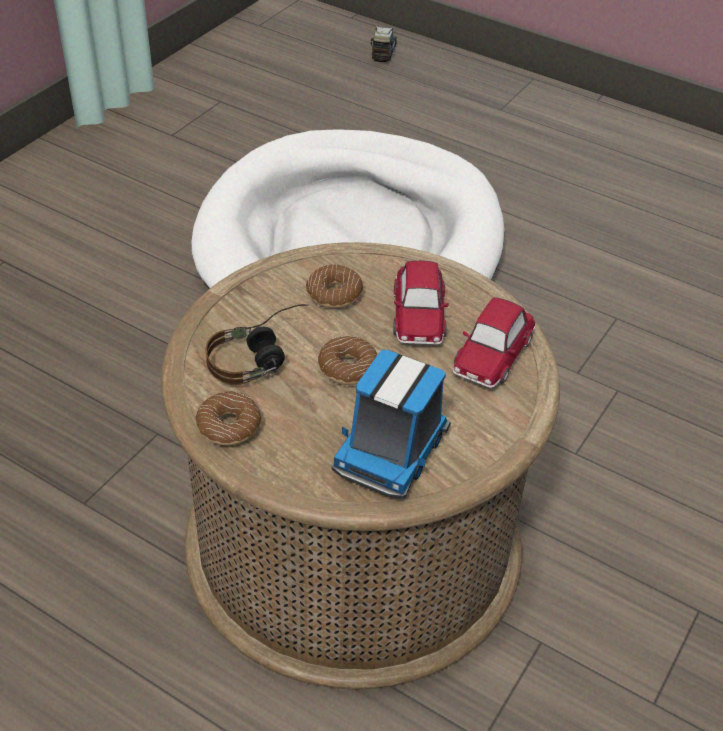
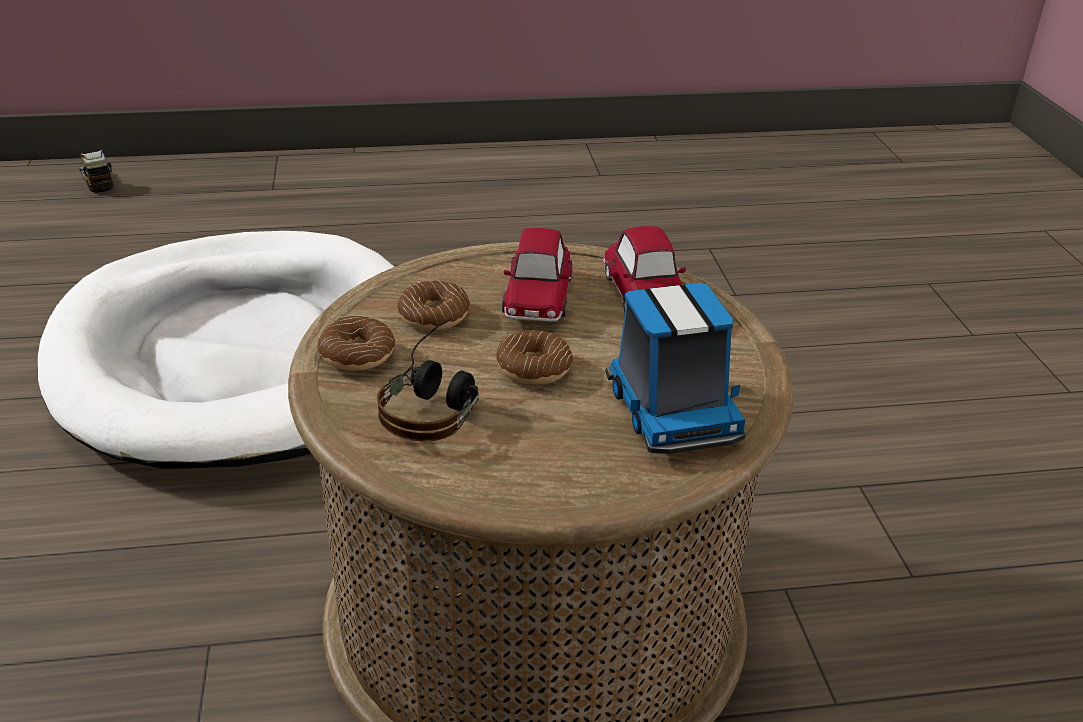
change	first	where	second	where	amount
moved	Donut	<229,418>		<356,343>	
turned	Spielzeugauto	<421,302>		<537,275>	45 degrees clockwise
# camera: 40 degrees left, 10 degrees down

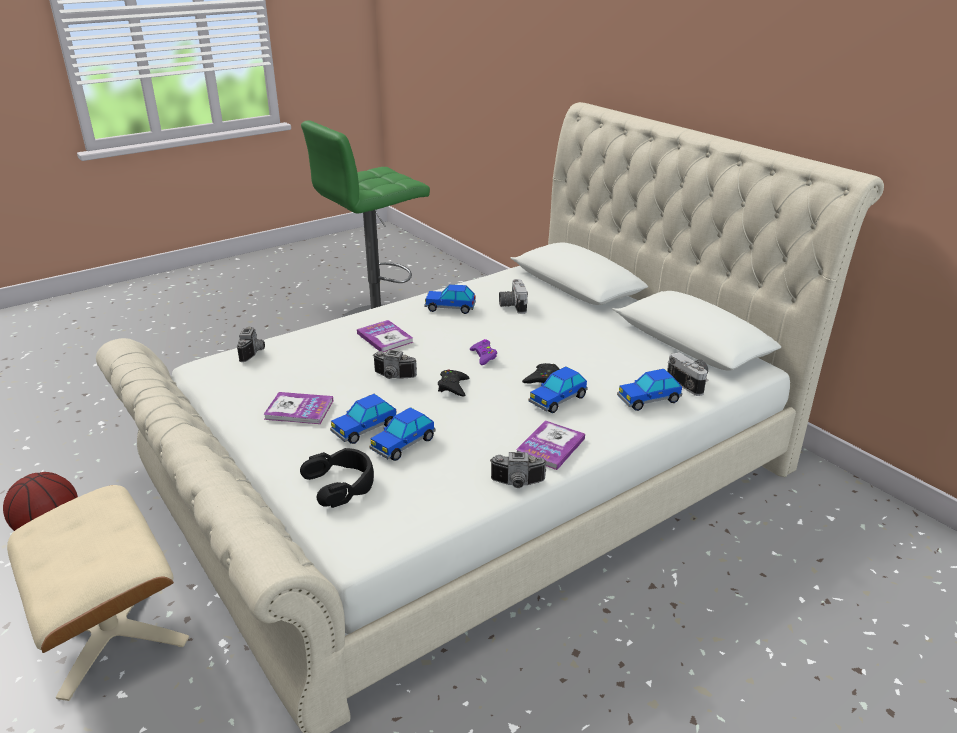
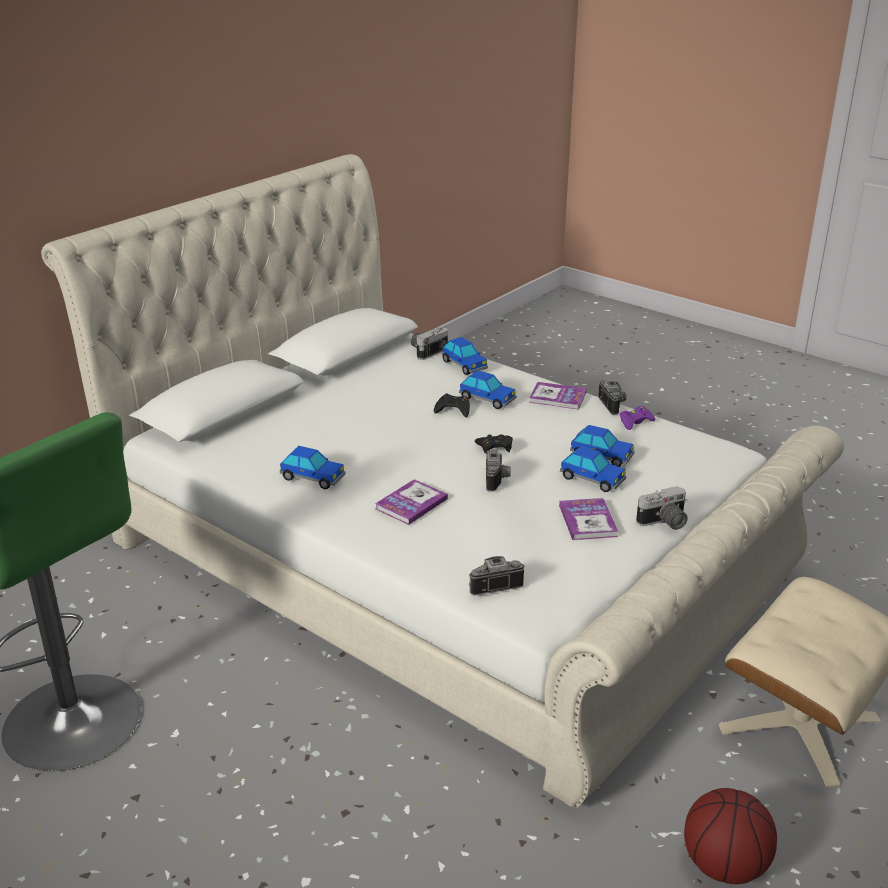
change	first	where	second	where	amount
removed	Kopfhörer/schwarz	<337,478>			
turned	Spielzeugauto	<450,299>		<313,467>	60 degrees counterclockwise
moved	Gamepad/lila	<483,352>		<637,418>	
moved	Kamera	<513,296>		<662,508>	
# camera: 105 degrees left, 0 degrees up

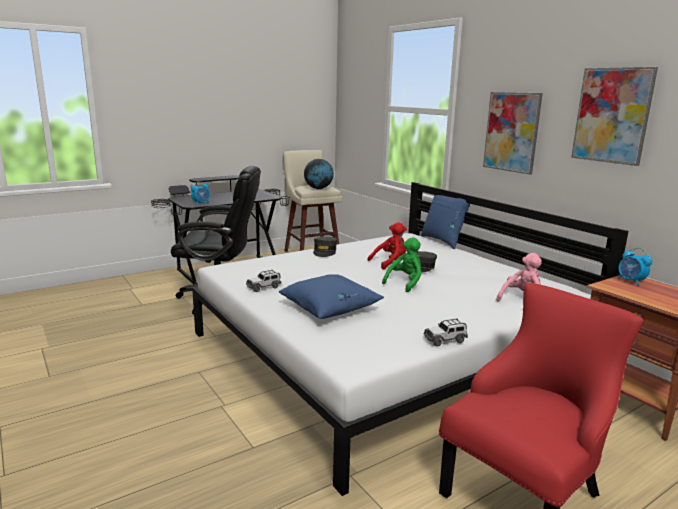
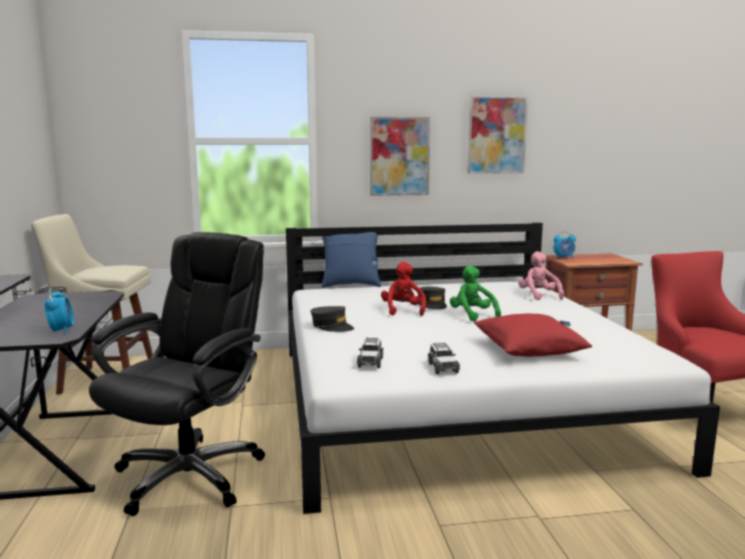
change	first	where	second	where	amount
recoloured	Kissen/blau	<331,296>	Kissen/rot	<533,335>	
removed	Globus	<319,174>			
moved	Spielzeugauto	<446,332>		<370,352>	
# camera: 65 degrees left, 5 degrees down

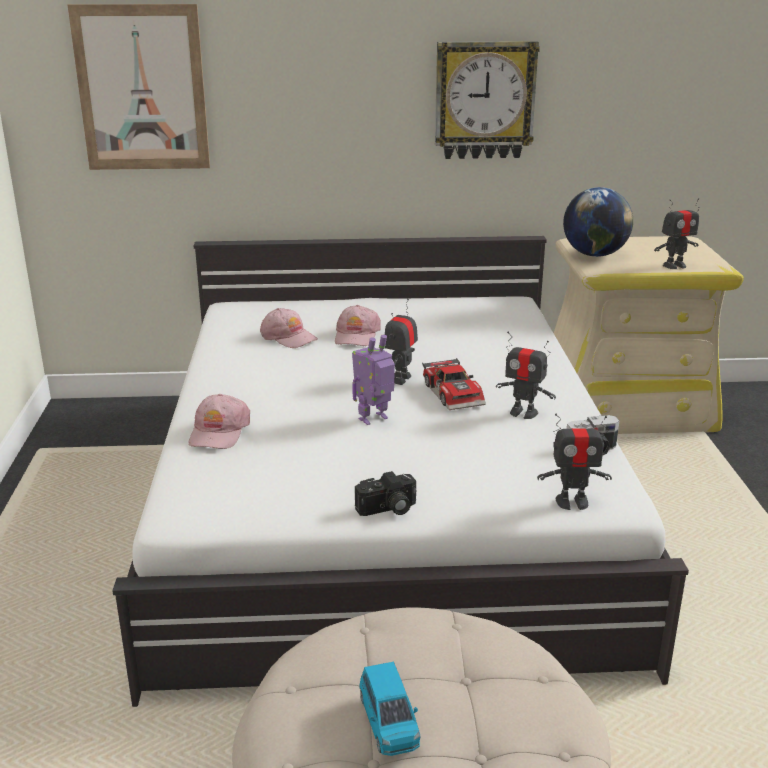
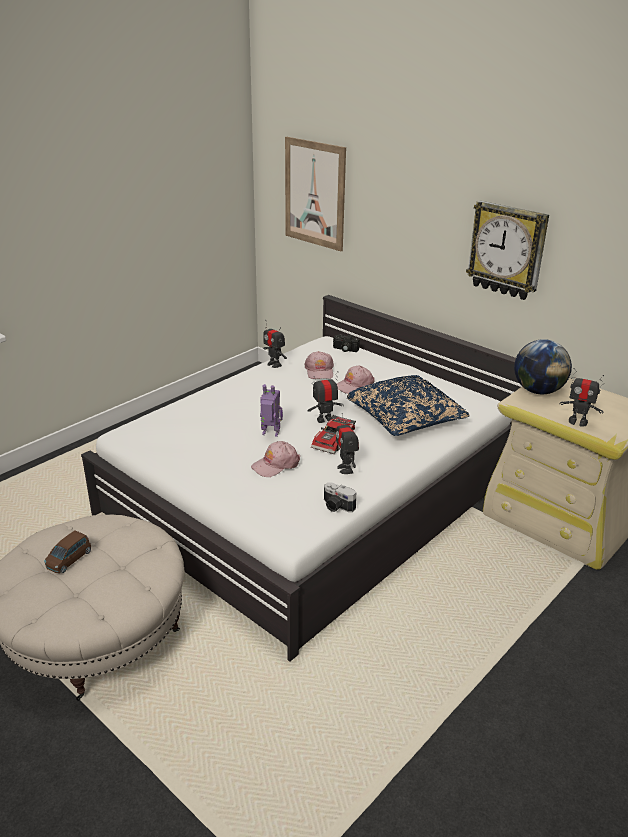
change	first	where	second	where	amount
moved	Kappe/rosa	<219,421>		<275,459>	
moved	Kamera	<385,493>		<346,343>	
recoloured	Spielzeugauto/blau	<390,709>	Spielzeugauto/braun	<67,551>	
moved	Spielzeugroboter	<574,462>		<275,344>	
added			Kissen/blau	<408,405>	
# camera: 45 degrees right, 5 degrees up

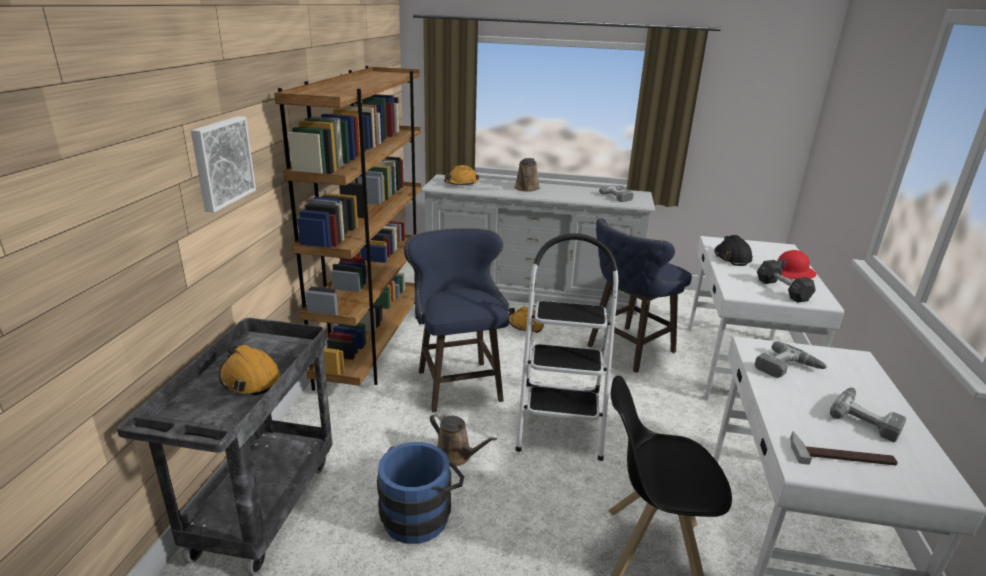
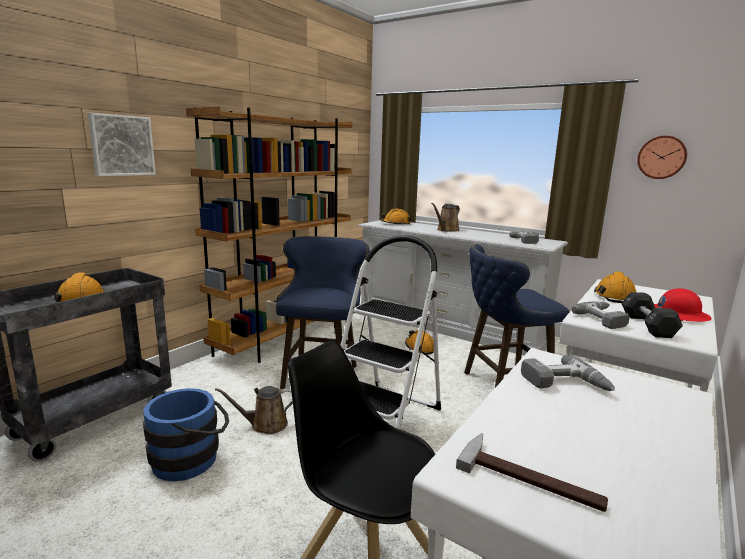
change	first	where	second	where	amount
turned	Gießkanne/braun	<463,439>		<254,410>	105 degrees clockwise
recoloured	Schutzhelm/schwarz	<733,250>	Schutzhelm/orange	<615,287>	
moved	Bohrmaschine	<868,415>		<600,315>	
added			Wanduhr	<662,157>	
# camera: 25 degrees right, 10 degrees down

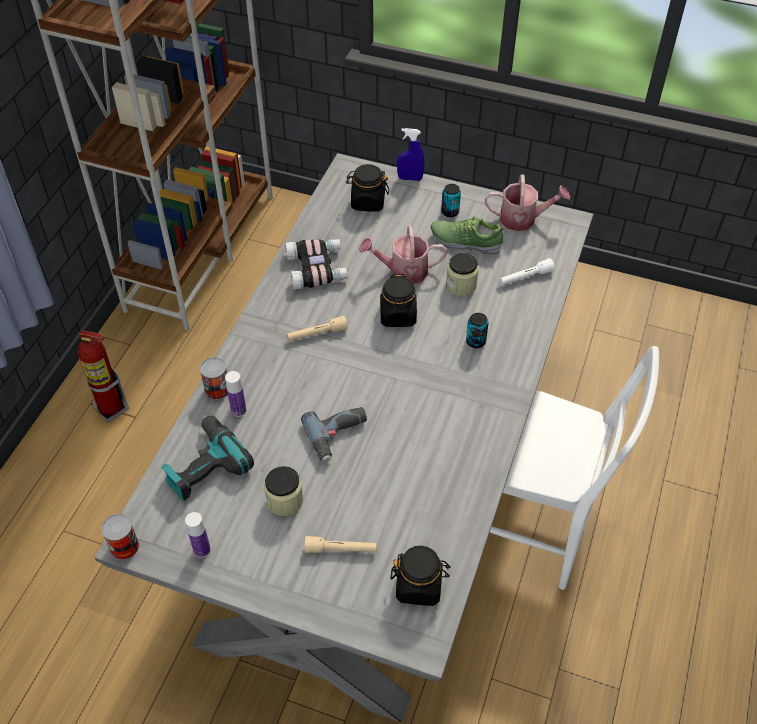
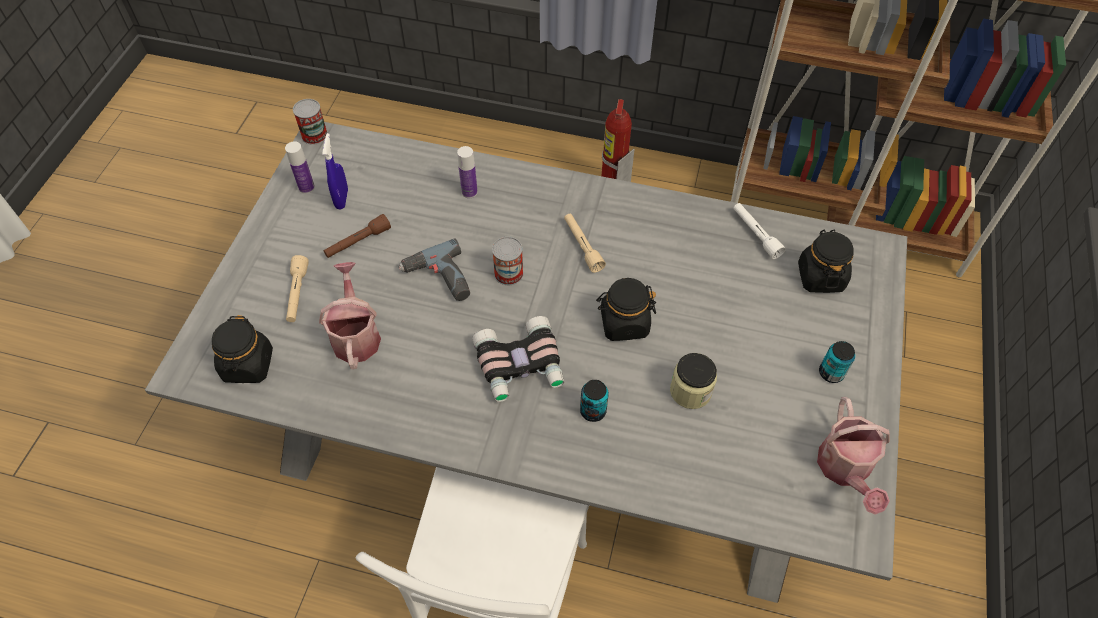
change	first	where	second	where	amount
removed	Bohrmaschine	<207,457>			
moved	Dose	<214,378>		<507,261>	
replaced	Vorratsglas	<283,491>	Taschenlampe/braun	<357,236>	
moved	Fernglas	<316,264>		<518,359>	
moved	Gießkanne	<403,255>		<350,315>	
moved	Sprühflasche/blau	<410,154>		<335,171>	
removed	Schuh	<468,235>			
moved	Taschenlampe/weiß	<527,271>		<759,231>	
# camera: 85 degrees right, 5 degrees up

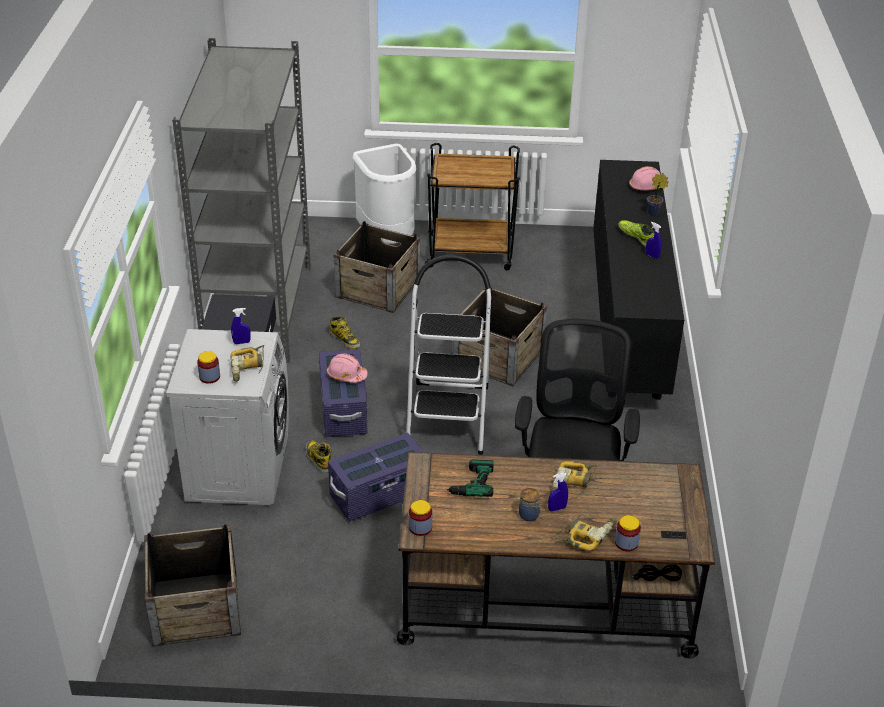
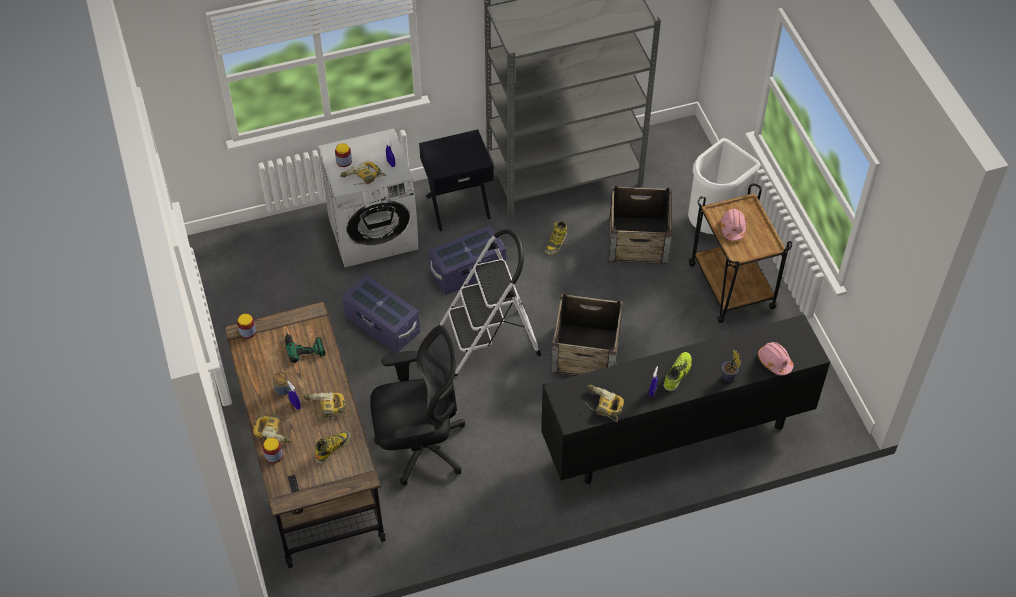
change	first	where	second	where	amount
removed	Kiste	<192,585>			
moved	Stiefel	<319,456>		<333,447>	
moved	Schutzhelm/rosa	<347,368>		<733,225>	
added			Bohrmaschine	<605,403>	
# camera: 70 degrees right, 15 degrees up

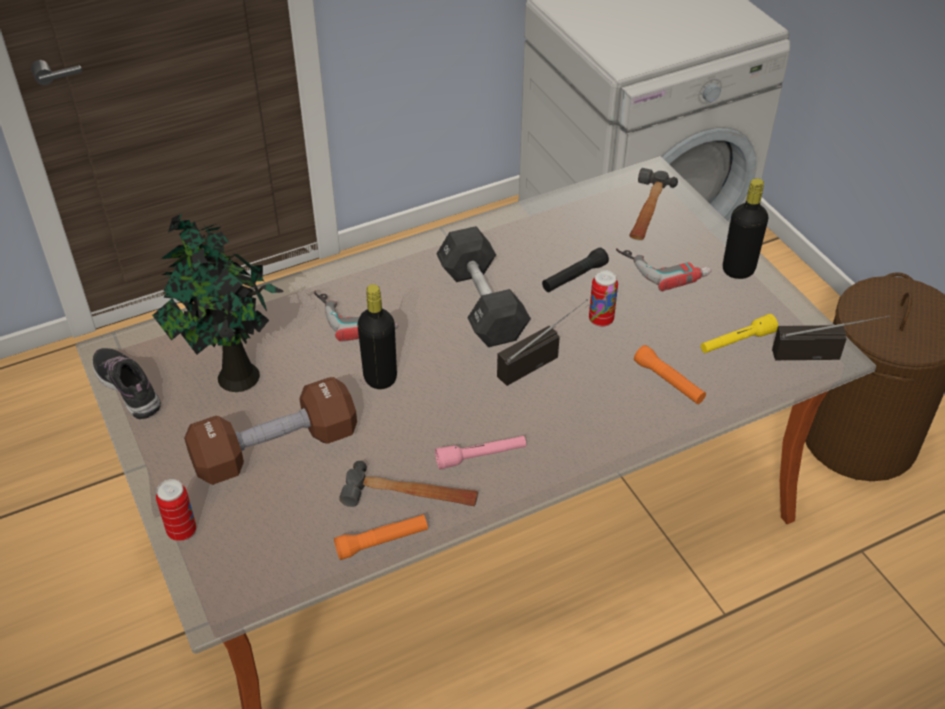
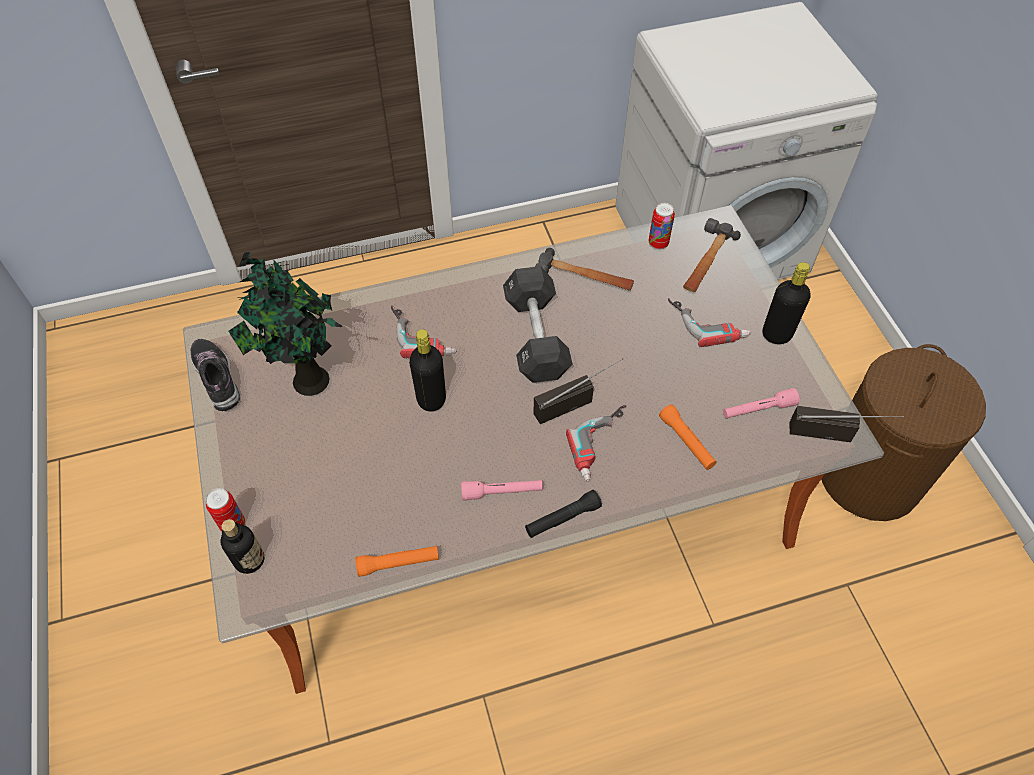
change	first	where	second	where	amount
removed	Hantel/braun	<270,431>			
moved	Hammer	<408,484>		<584,269>	
moved	Taschenlampe/schwarz	<575,270>		<563,514>	
moved	Dose	<603,298>		<662,226>	
recoloured	Taschenlampe/gelb	<739,333>	Taschenlampe/rosa	<761,403>	
added			Flasche	<242,546>	
added			Bohrmaschine	<596,443>	
# camera: 10 degrees right, 10 degrees up

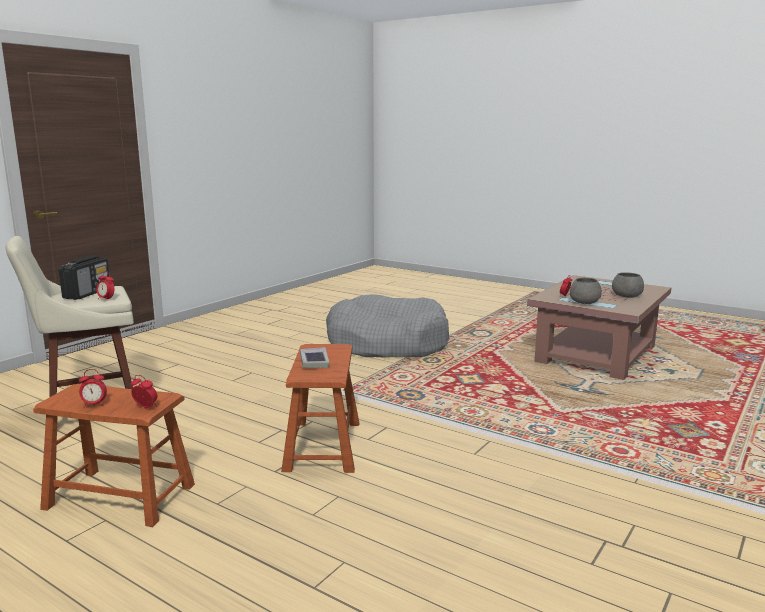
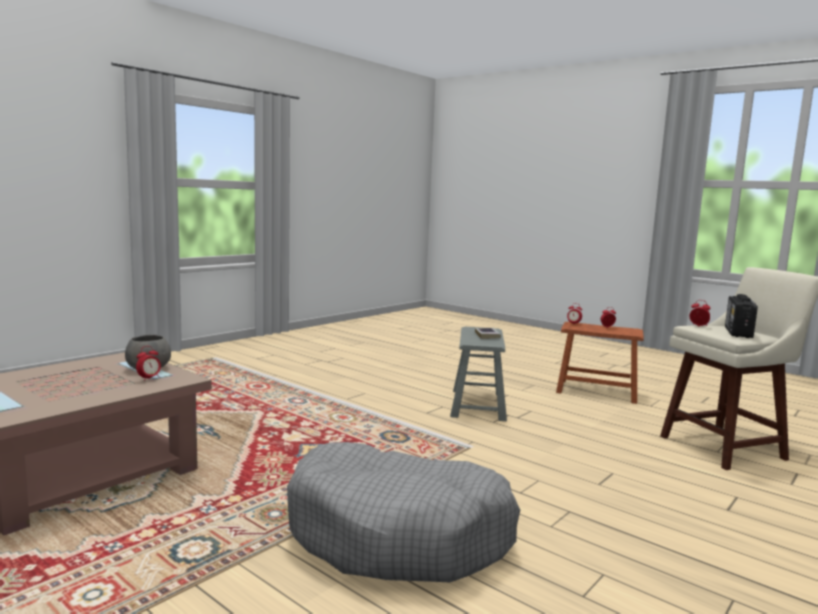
change	first	where	second	where	amount
recoloured	Hocker/braun	<320,408>	Hocker/grau	<478,374>	
removed	Schüssel/grau	<628,285>			
# camera: 175 degrees left, 5 degrees down

